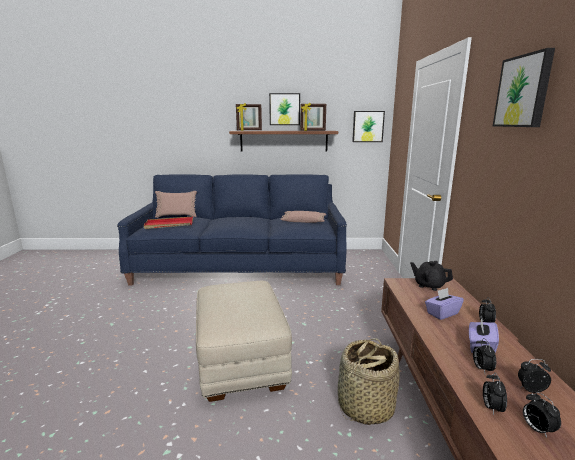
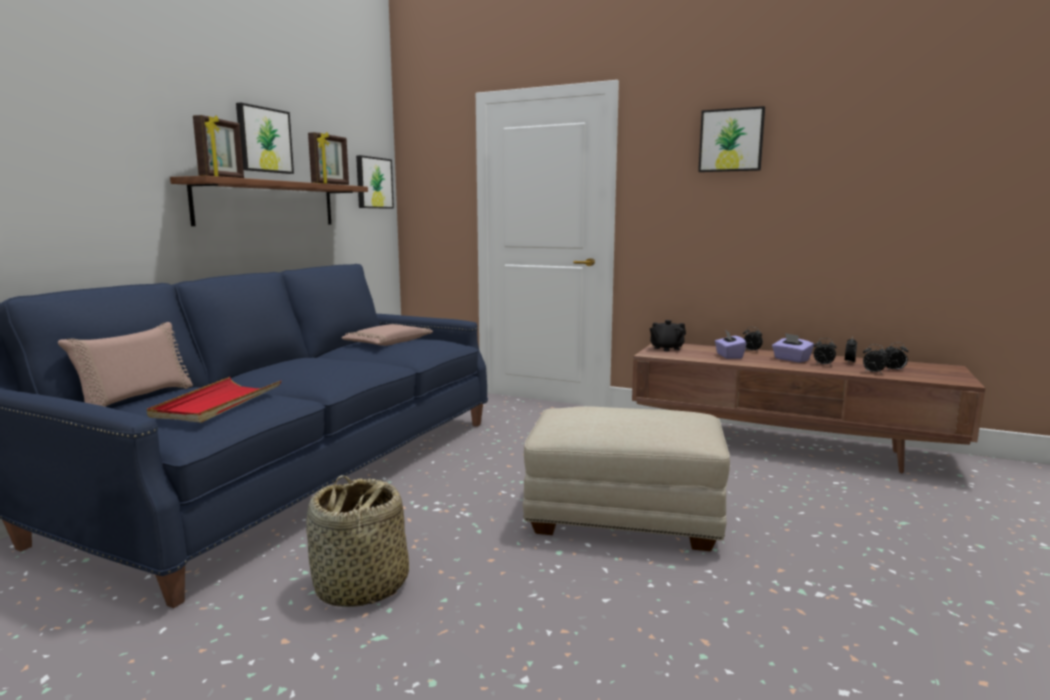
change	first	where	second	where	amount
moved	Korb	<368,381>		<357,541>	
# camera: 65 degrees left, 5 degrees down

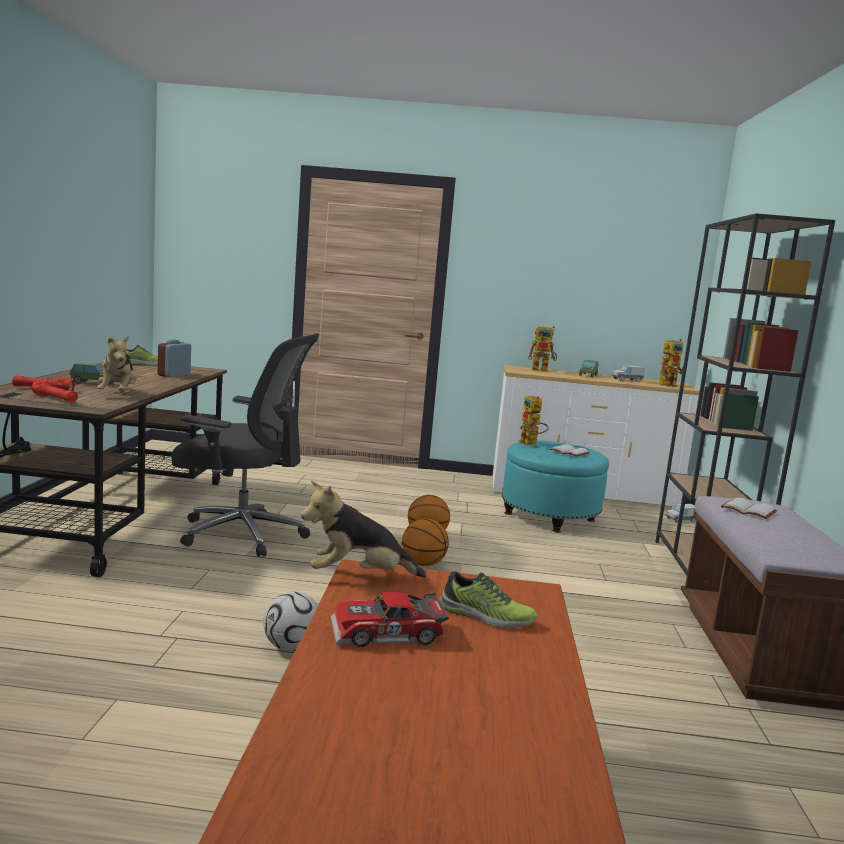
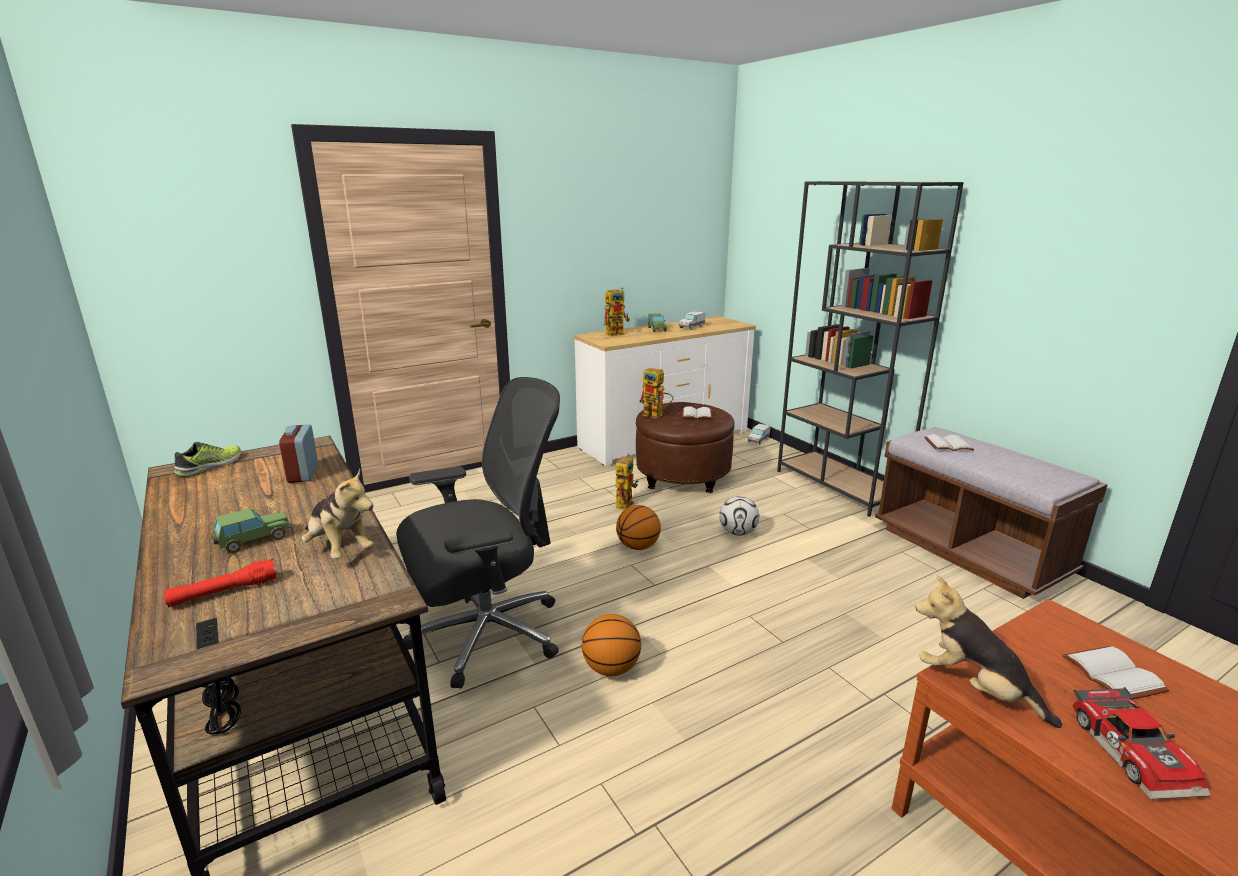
change	first	where	second	where	amount
removed	Taschenlampe/rot	<54,391>			
moved	Fußball	<290,621>		<739,516>	
turned	Plüschtier	<363,529>		<988,651>	90 degrees clockwise
turned	Spielzeugauto	<390,619>		<1141,743>	45 degrees counterclockwise
moved	Basketball	<425,542>		<611,645>	
replaced	Schuh	<488,600>	Buch/weiß	<1116,672>	
recoloured	Polsterhocker/türkis	<555,486>	Polsterhocker/braun	<685,447>	
moved	Spielzeugroboter	<671,363>		<627,482>	
# camera: 35 degrees left, 10 degrees up

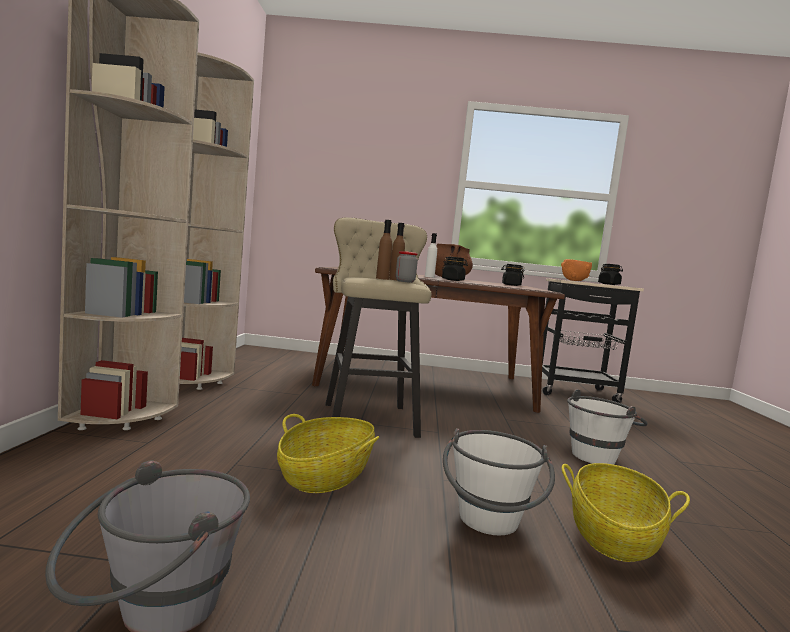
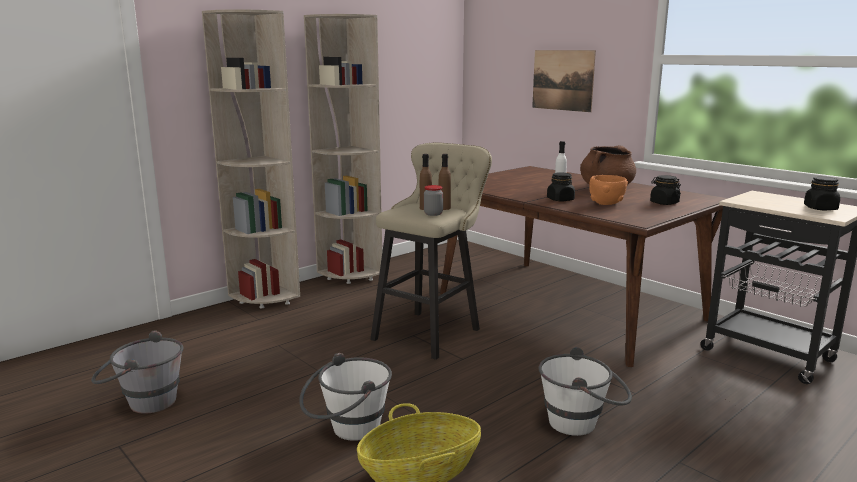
change	first	where	second	where	amount
removed	Korb	<328,453>			
moved	Schüssel/orange	<576,270>		<608,190>	
added			Bild	<564,81>	
# camera: 45 degrees right, 10 degrees up

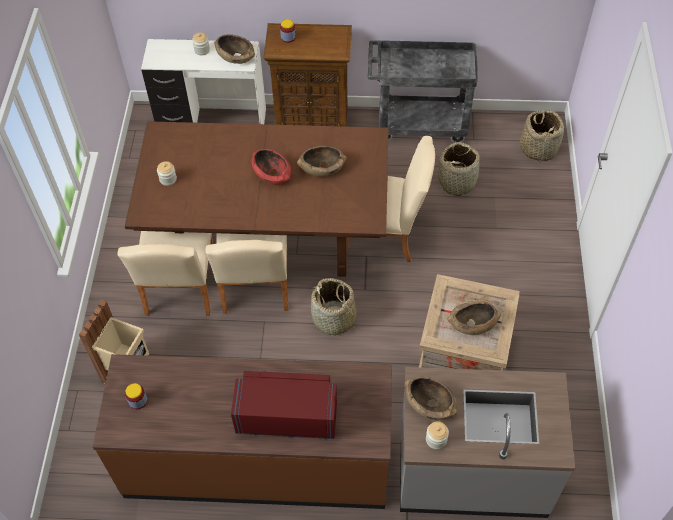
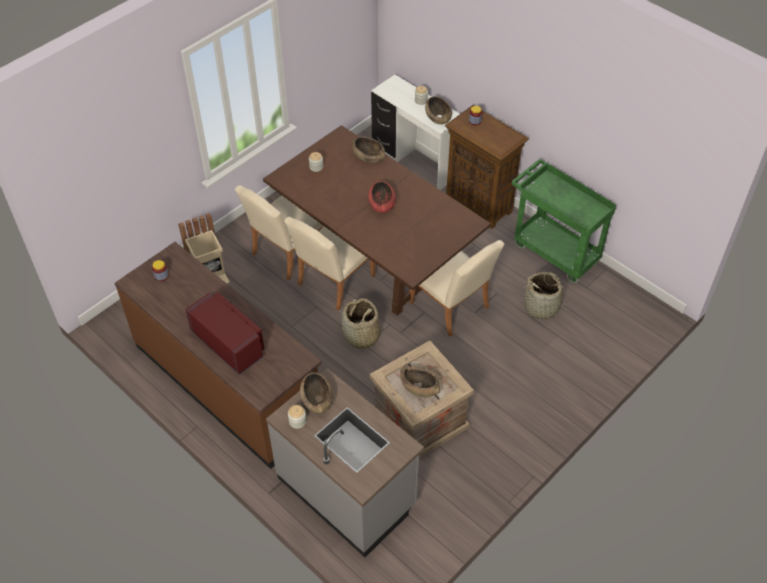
change	first	where	second	where	amount
moved	Schüssel/braun	<322,161>		<368,150>	
recoloured	Rollwagen/grau	<423,91>	Rollwagen/grün	<564,221>	
removed	Korb	<542,136>			
# camera: 40 degrees right, 5 degrees down

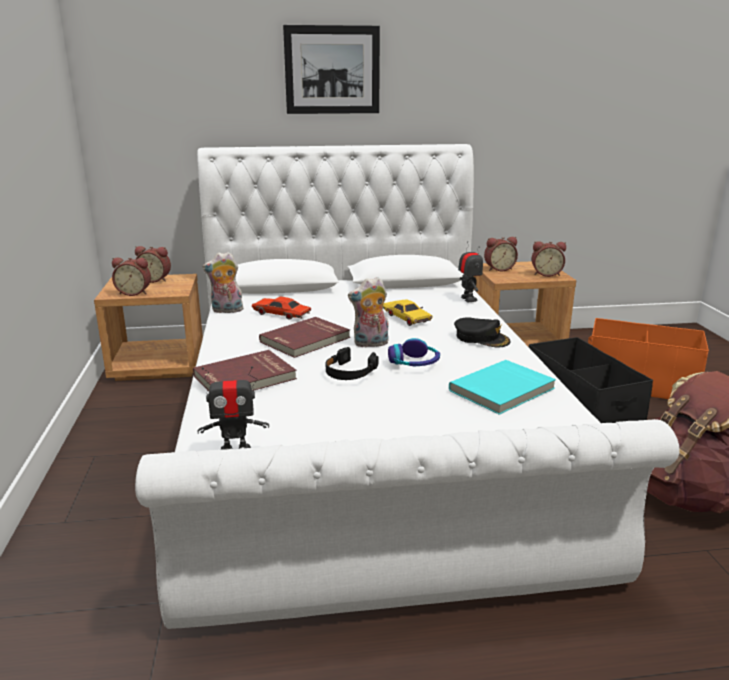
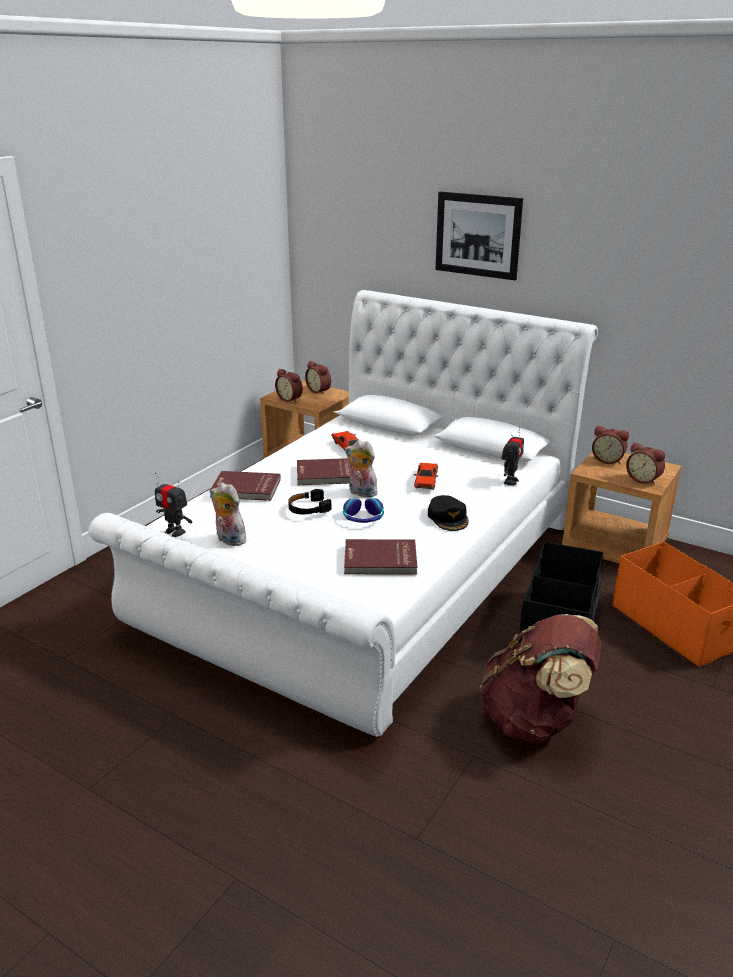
change	first	where	second	where	amount
moved	Plüschtier	<223,282>		<229,514>	
recoloured	Spielzeugauto/gelb	<408,312>	Spielzeugauto/rot	<426,476>	
recoloured	Buch/türkis	<502,387>	Buch/rot	<381,557>	
# camera: 40 degrees right, 5 degrees up

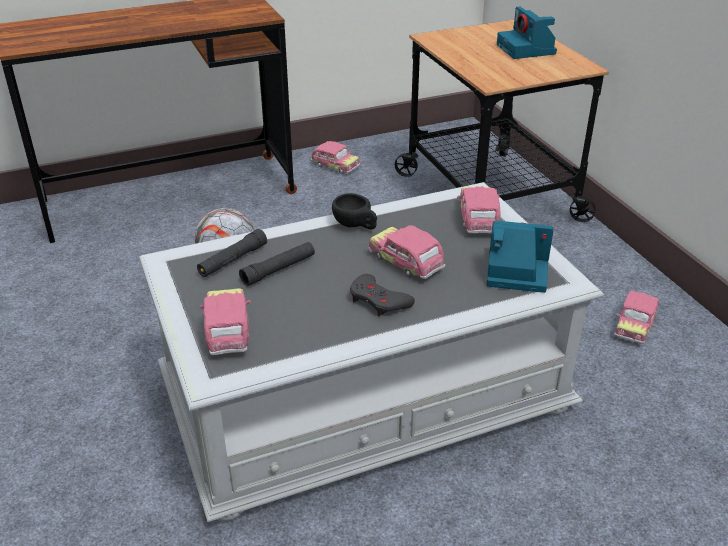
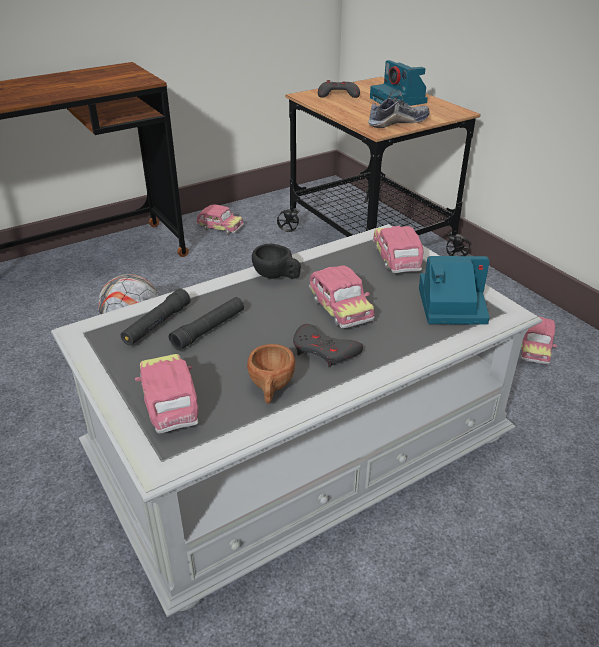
change	first	where	second	where	amount
turned	Spielzeugauto	<407,252>		<342,296>	150 degrees counterclockwise
added			Tasse/braun	<271,374>	
added			Gamepad/grau	<339,89>	
added			Schuh	<398,108>	
# camera: 10 degrees left, 0 degrees up

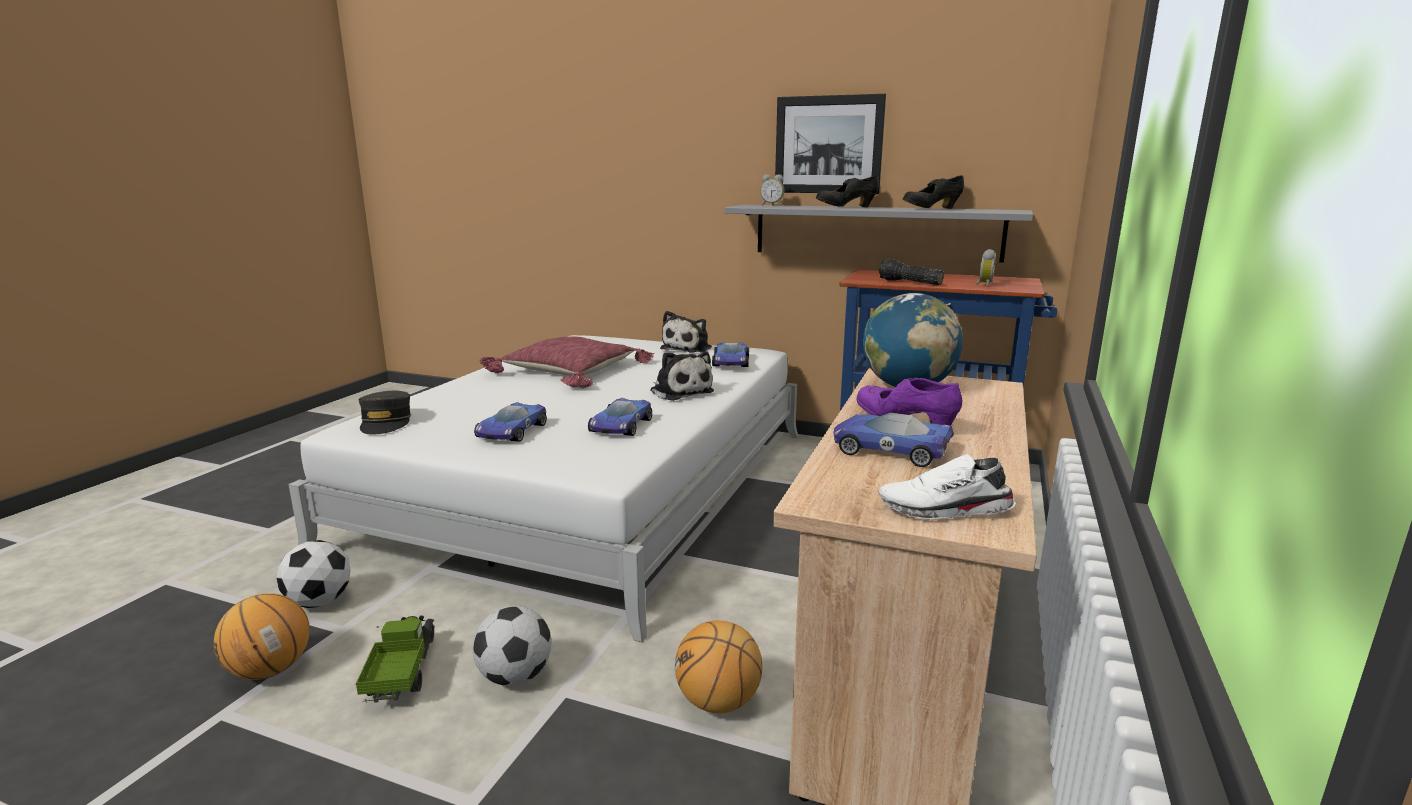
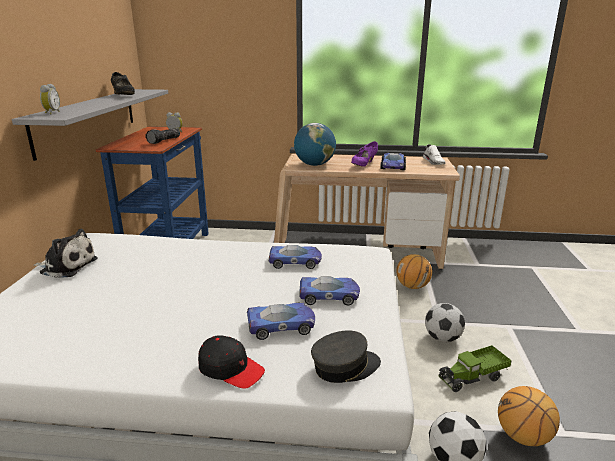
change	first	where	second	where	amount
removed	Kissen/rot	<567,362>			
removed	Plüschtier	<682,376>			
moved	Spielzeugauto	<730,354>		<281,321>	
removed	Bild	<830,144>			
removed	Schuh/schwarz	<847,191>			
added			Kappe/schwarz	<231,362>	
# camera: 105 degrees left, 5 degrees up

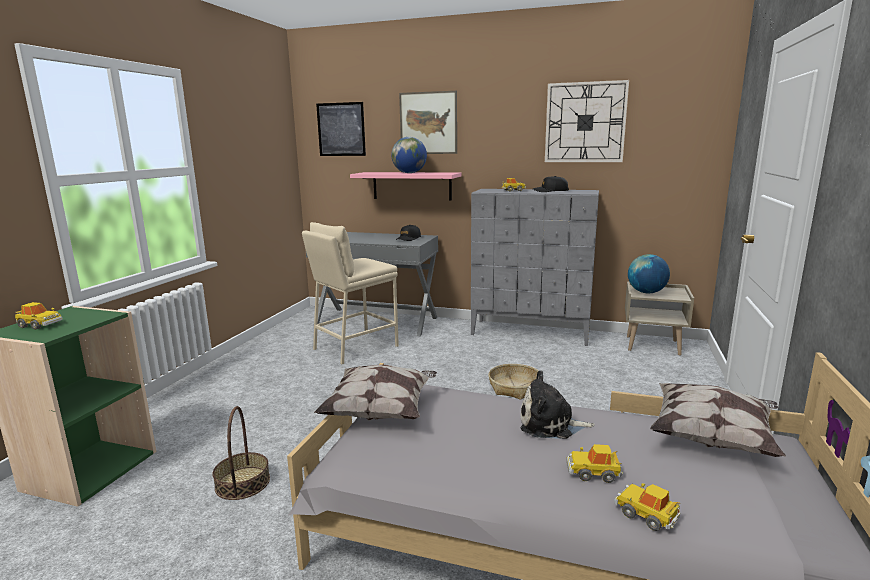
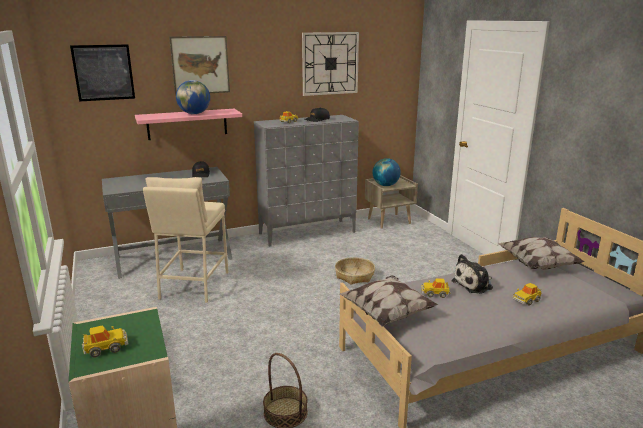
change	first	where	second	where	amount
moved	Spielzeugauto	<647,507>		<436,288>	
# camera: 40 degrees left, 5 degrees up

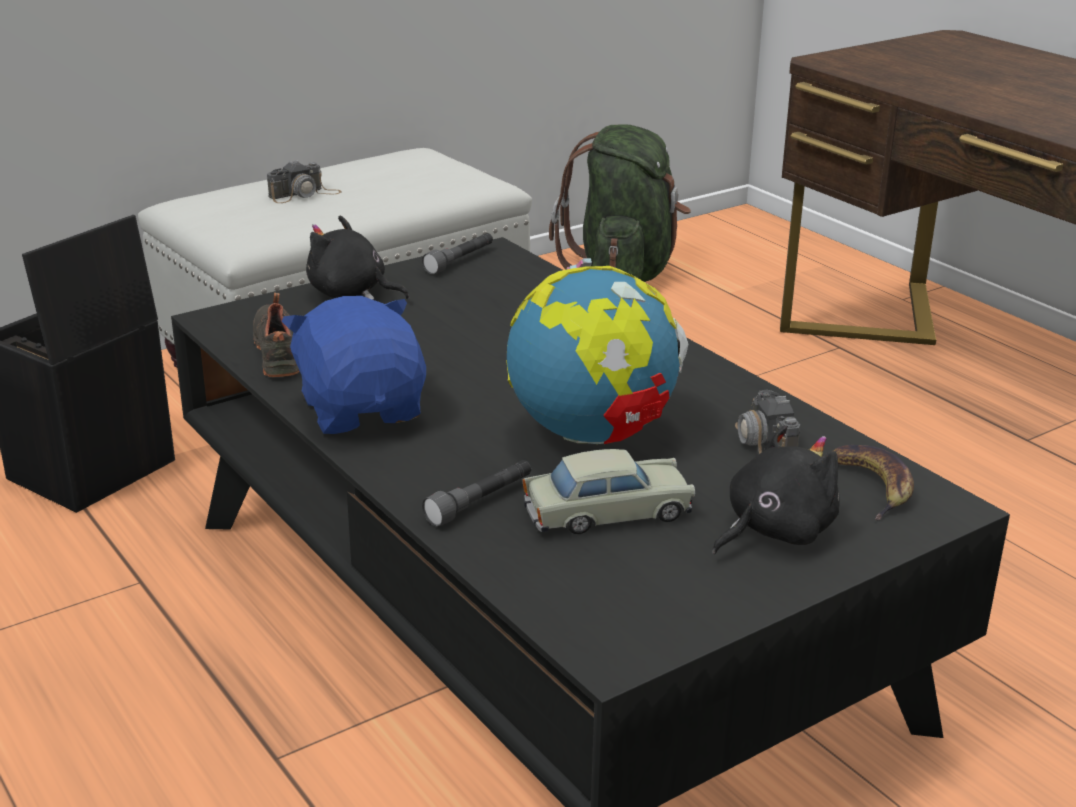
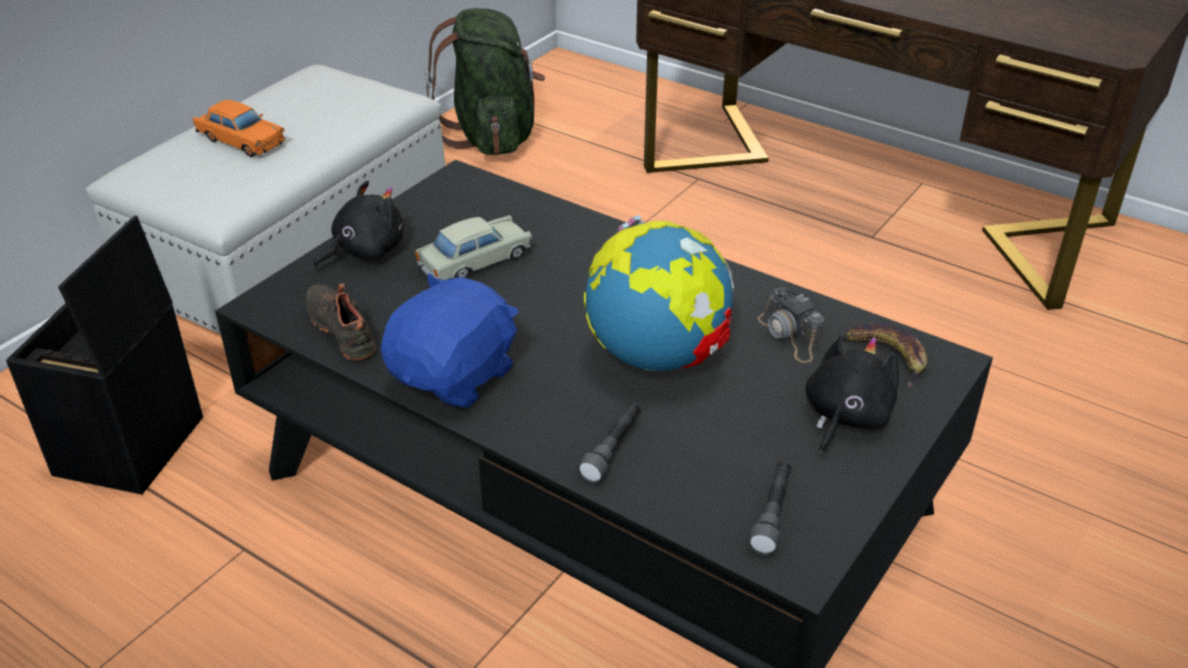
change	first	where	second	where	amount
replaced	Kamera	<304,181>	Spielzeugauto/orange	<239,128>	
turned	Plüschtier/blau	<354,365>		<450,340>	75 degrees clockwise
turned	Plüschtier/schwarz	<357,258>		<358,224>	135 degrees clockwise
moved	Taschenlampe/grau	<457,254>		<770,508>	
moved	Spielzeugauto/beige	<609,491>		<473,247>	
# camera: 20 degrees left, 10 degrees up

